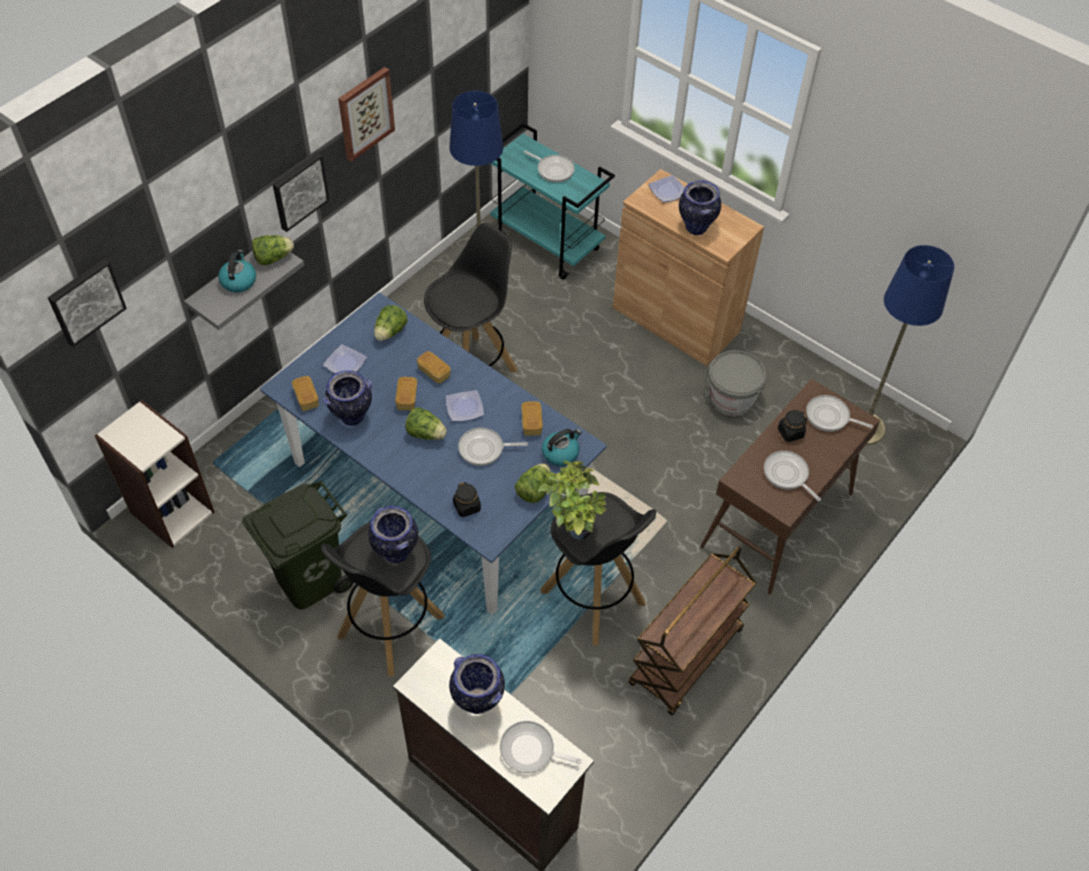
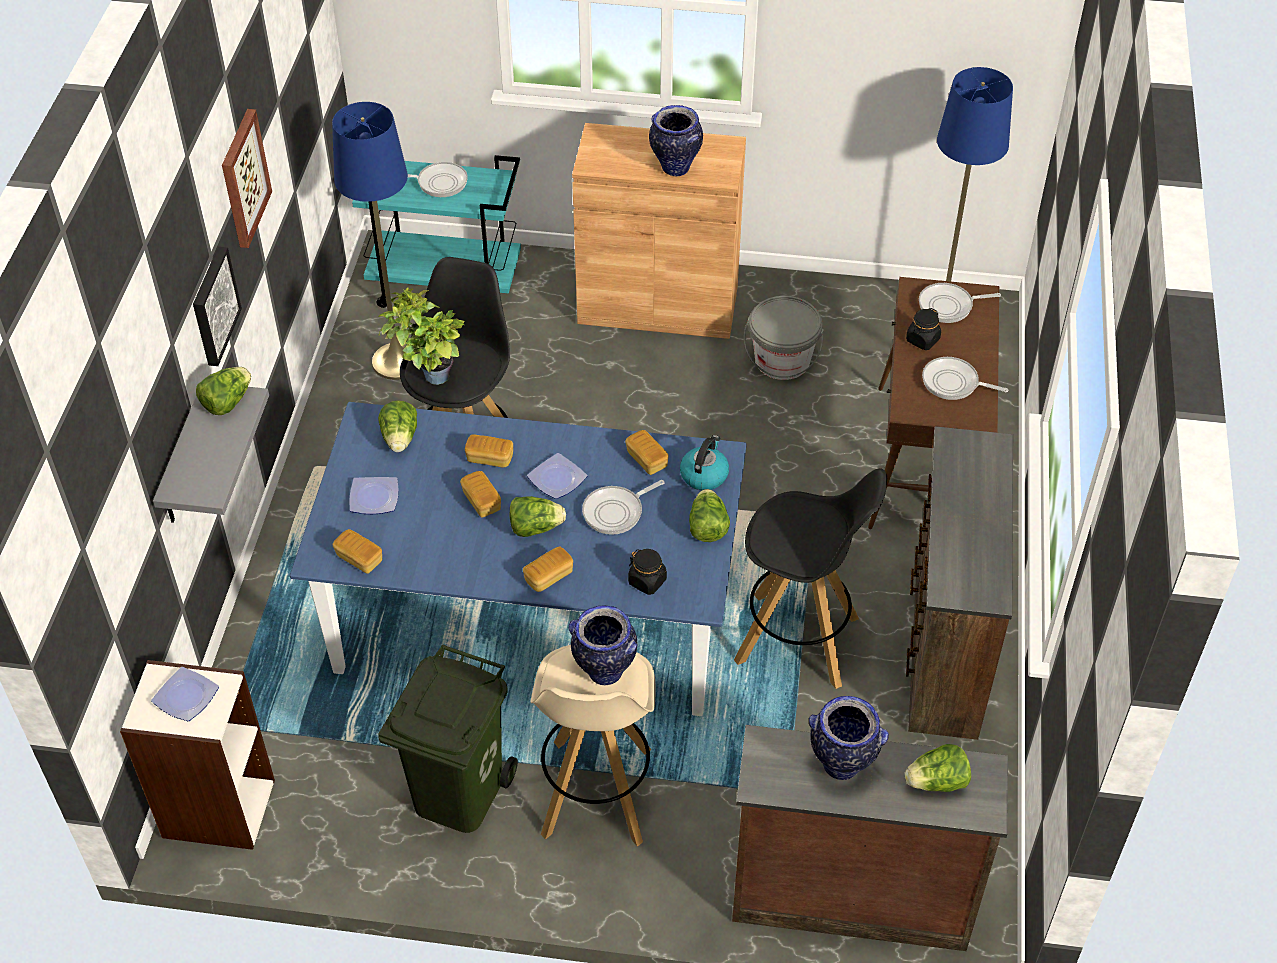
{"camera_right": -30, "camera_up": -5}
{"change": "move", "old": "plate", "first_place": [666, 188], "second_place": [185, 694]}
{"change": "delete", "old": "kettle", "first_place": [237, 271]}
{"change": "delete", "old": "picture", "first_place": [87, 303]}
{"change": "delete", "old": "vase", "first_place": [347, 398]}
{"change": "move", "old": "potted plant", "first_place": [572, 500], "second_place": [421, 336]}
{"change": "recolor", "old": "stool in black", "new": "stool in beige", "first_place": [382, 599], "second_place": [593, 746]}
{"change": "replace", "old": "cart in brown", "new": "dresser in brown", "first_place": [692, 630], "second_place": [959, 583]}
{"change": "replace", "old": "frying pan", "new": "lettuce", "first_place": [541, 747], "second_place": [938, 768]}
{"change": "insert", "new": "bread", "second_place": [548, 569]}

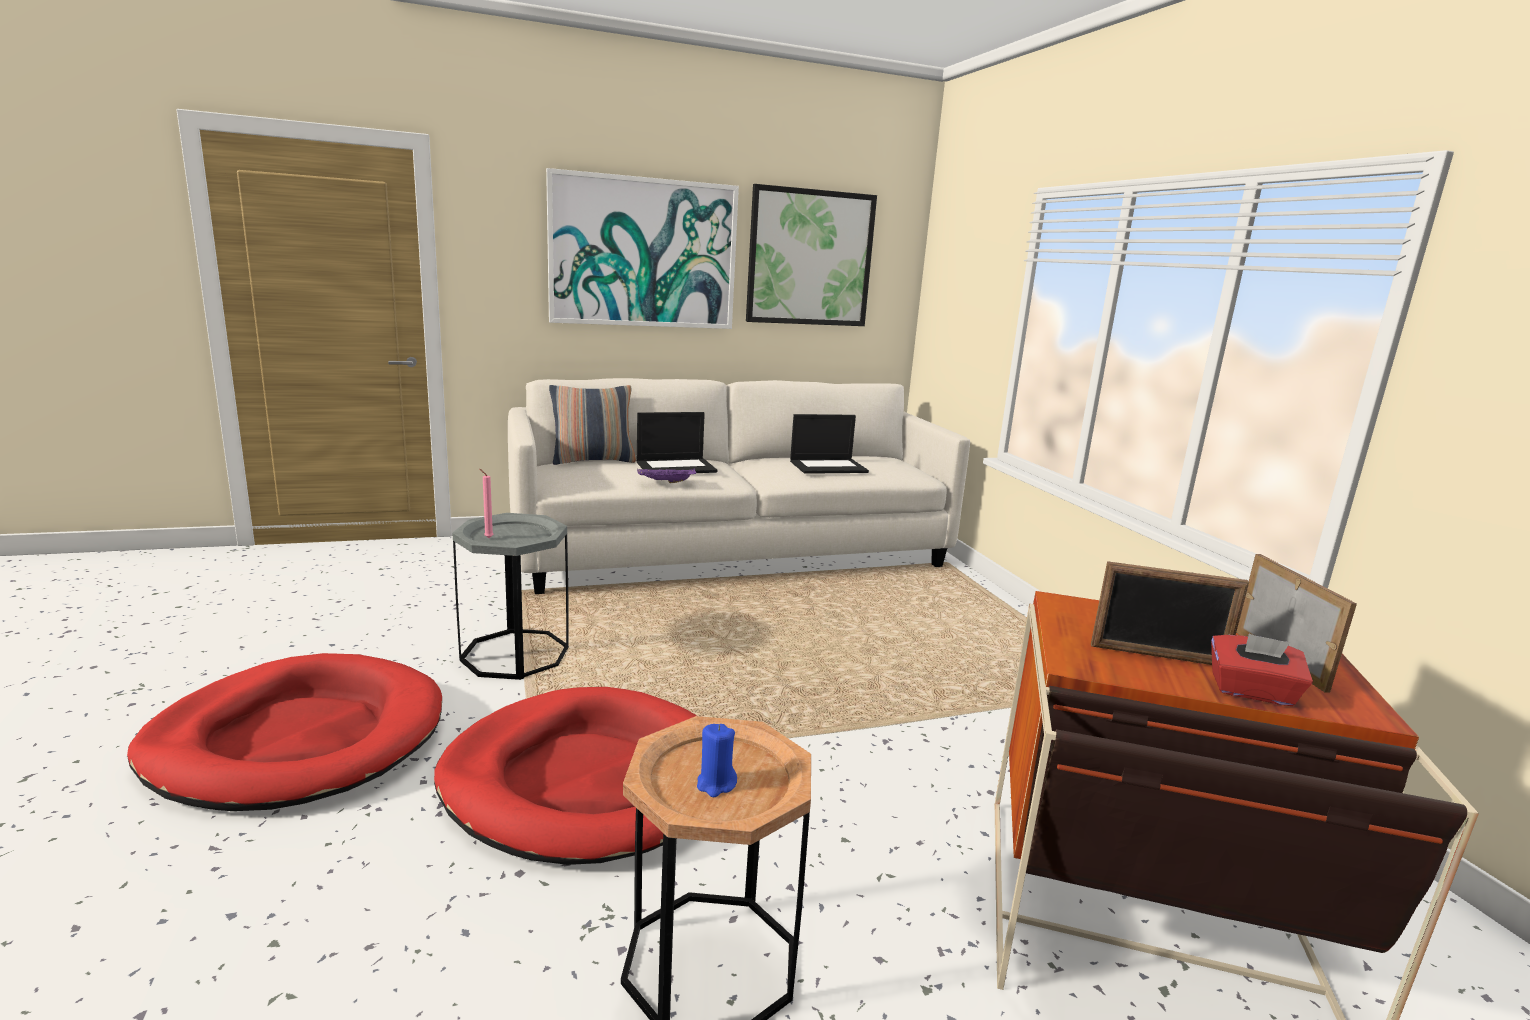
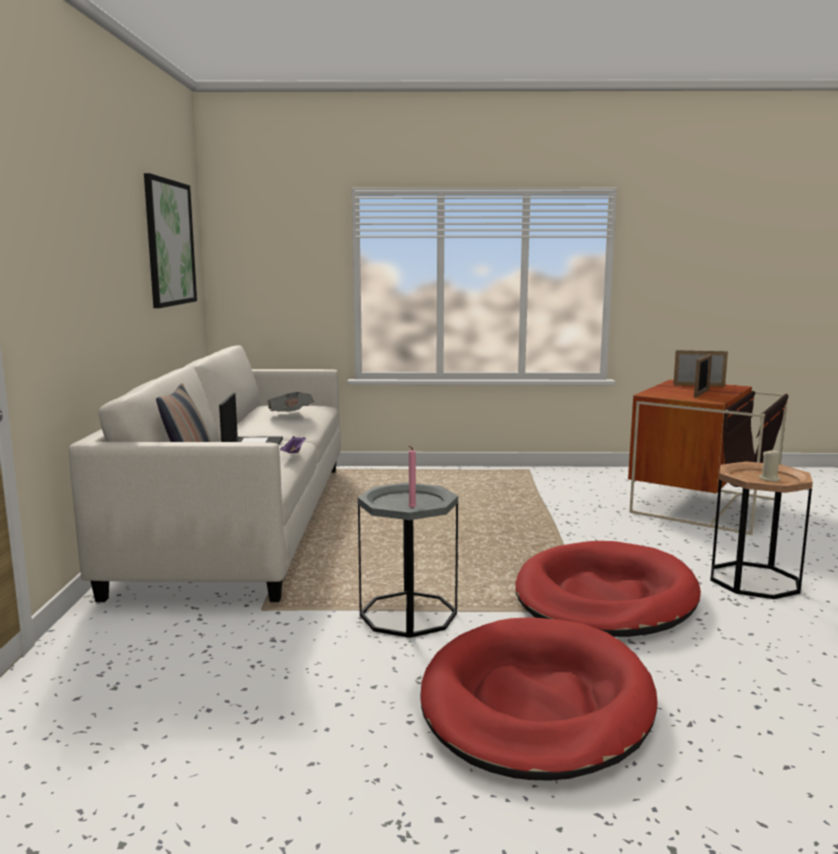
{"camera_right": -70, "camera_up": -5}
{"change": "delete", "old": "picture", "first_place": [642, 248]}
{"change": "replace", "old": "laptop", "new": "newspaper", "first_place": [829, 444], "second_place": [290, 402]}
{"change": "delete", "old": "tissue box in red", "first_place": [1262, 670]}
{"change": "recolor", "old": "candle in blue", "new": "candle in beige", "first_place": [717, 760], "second_place": [770, 465]}

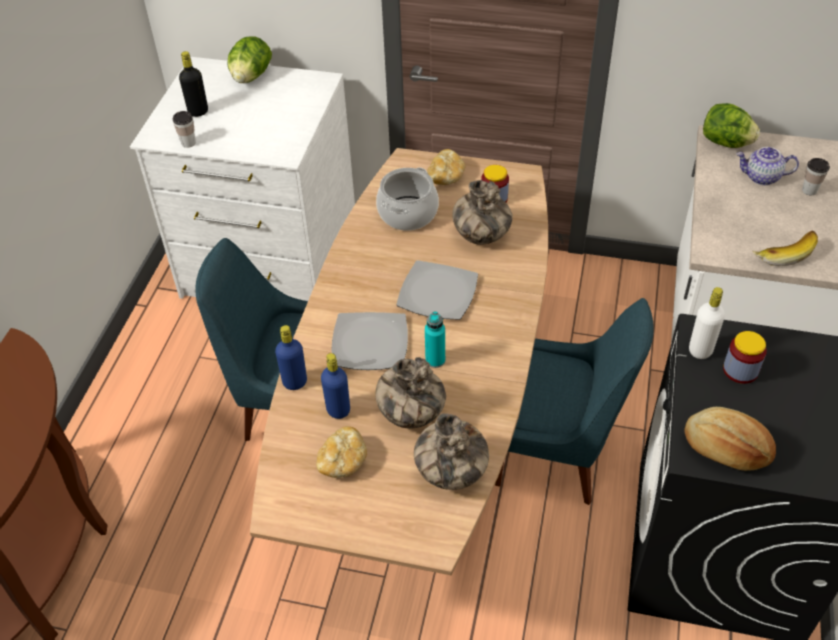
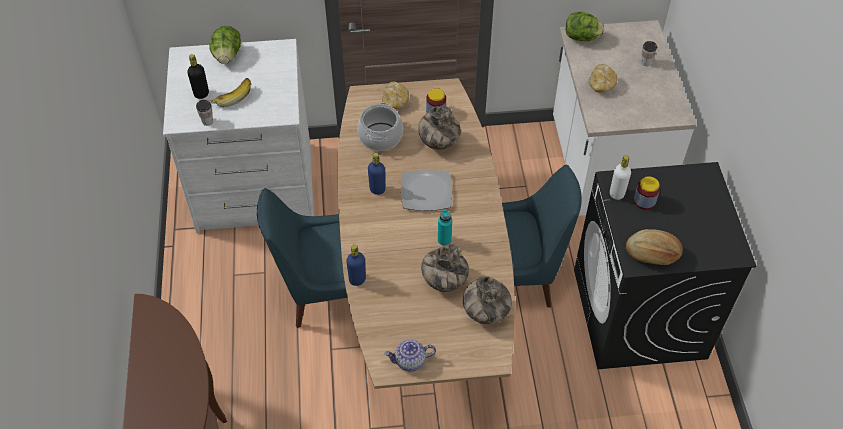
{"camera_right": -20, "camera_up": 5}
{"change": "move", "old": "teapot", "first_place": [767, 166], "second_place": [410, 355]}
{"change": "move", "old": "banana", "first_place": [785, 248], "second_place": [230, 92]}
{"change": "delete", "old": "plate", "first_place": [370, 341]}
{"change": "move", "old": "bottle in blue", "first_place": [335, 386], "second_place": [376, 174]}
{"change": "move", "old": "bread", "first_place": [341, 452], "second_place": [603, 78]}

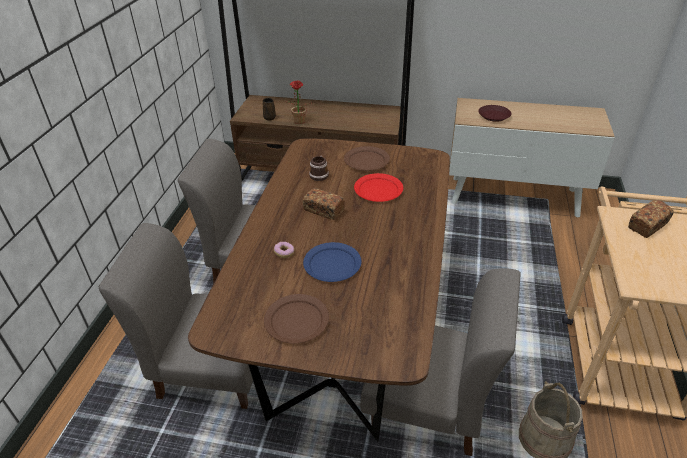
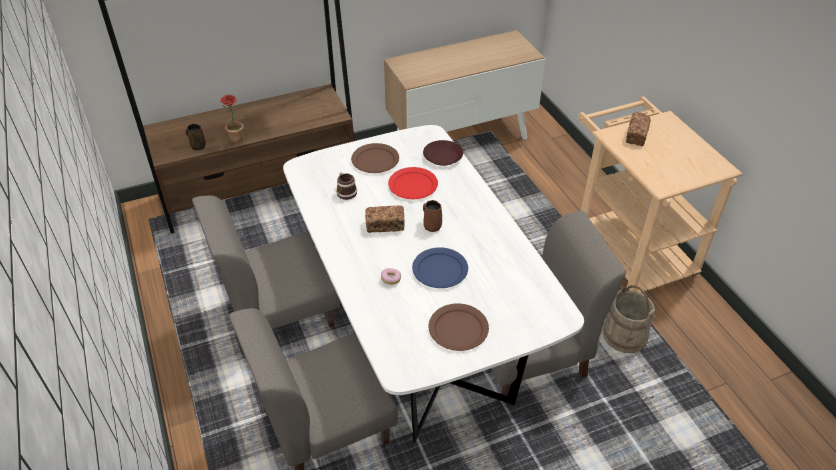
{"camera_right": -35, "camera_up": 5}
{"change": "move", "old": "plate in brown", "first_place": [494, 113], "second_place": [443, 153]}
{"change": "recolor", "old": "dining table in brown", "new": "dining table in white", "first_place": [319, 289], "second_place": [433, 284]}
{"change": "insert", "new": "mug in brown", "second_place": [432, 216]}

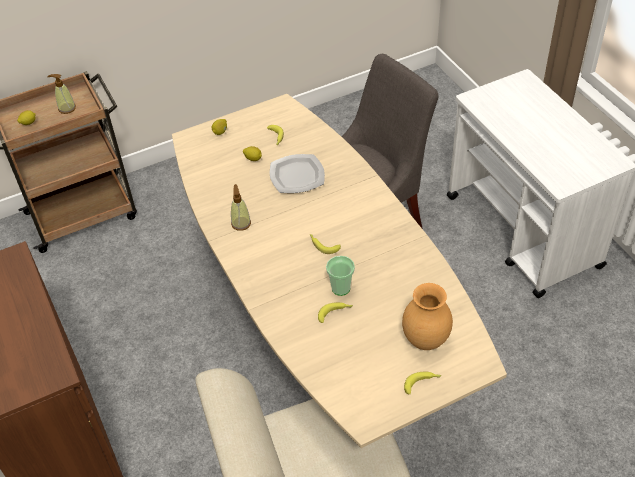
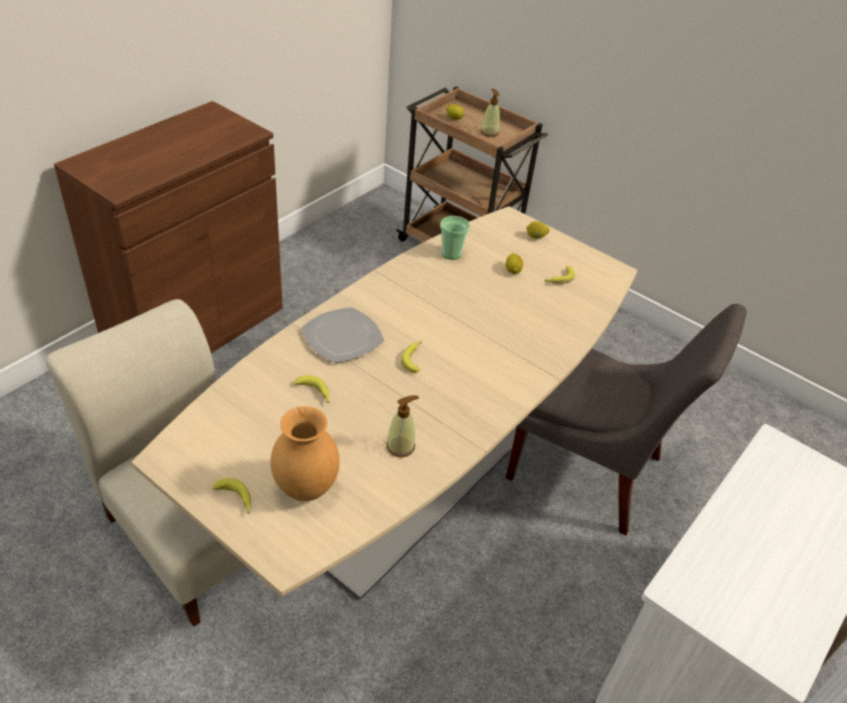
{"camera_right": 60, "camera_up": -5}
{"change": "move", "old": "plate", "first_place": [297, 173], "second_place": [342, 335]}
{"change": "move", "old": "soap dispenser", "first_place": [241, 207], "second_place": [402, 426]}
{"change": "move", "old": "cup", "first_place": [340, 276], "second_place": [455, 238]}

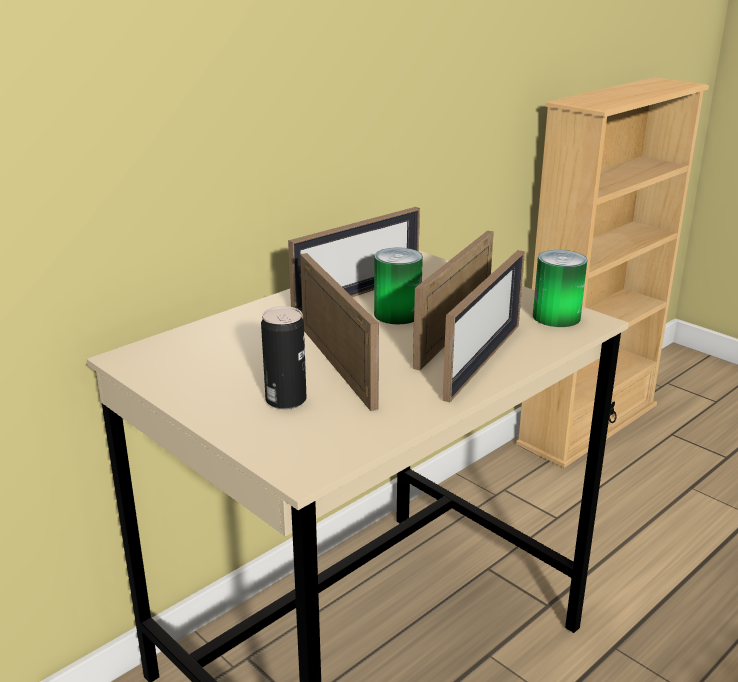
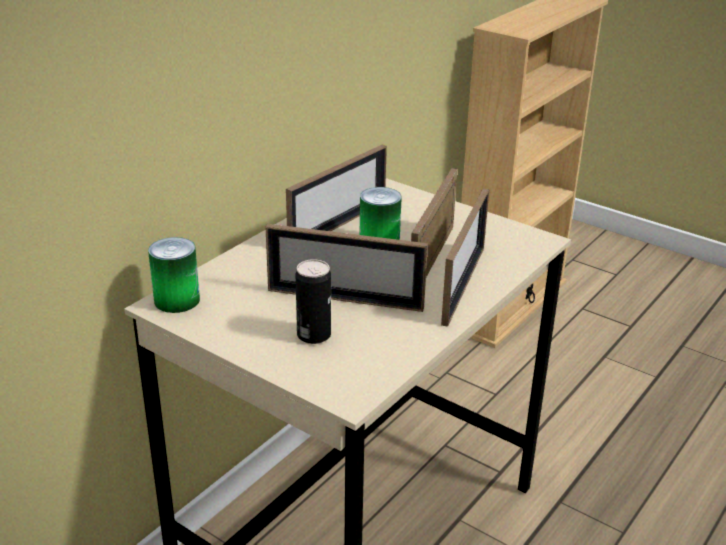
{"camera_right": -10, "camera_up": 5}
{"change": "move", "old": "can", "first_place": [560, 288], "second_place": [174, 275]}
{"change": "rotate", "old": "picture frame", "first_place": [339, 332], "second_place": [346, 268], "degrees": 135}

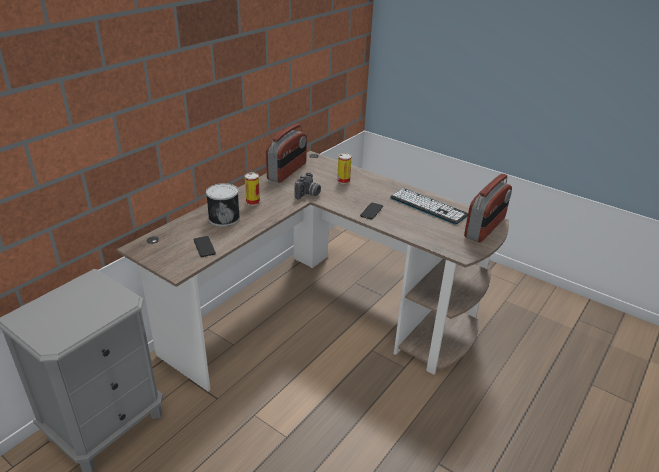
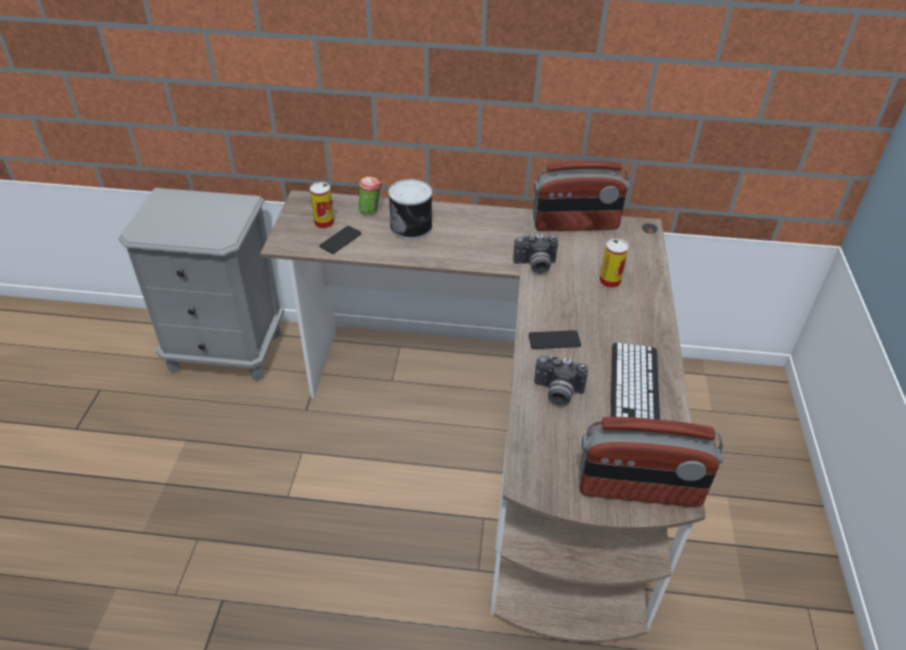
{"camera_right": 60, "camera_up": 10}
{"change": "move", "old": "can", "first_place": [252, 189], "second_place": [322, 206]}
{"change": "insert", "new": "cup", "second_place": [370, 195]}
{"change": "insert", "new": "photo camera", "second_place": [561, 381]}

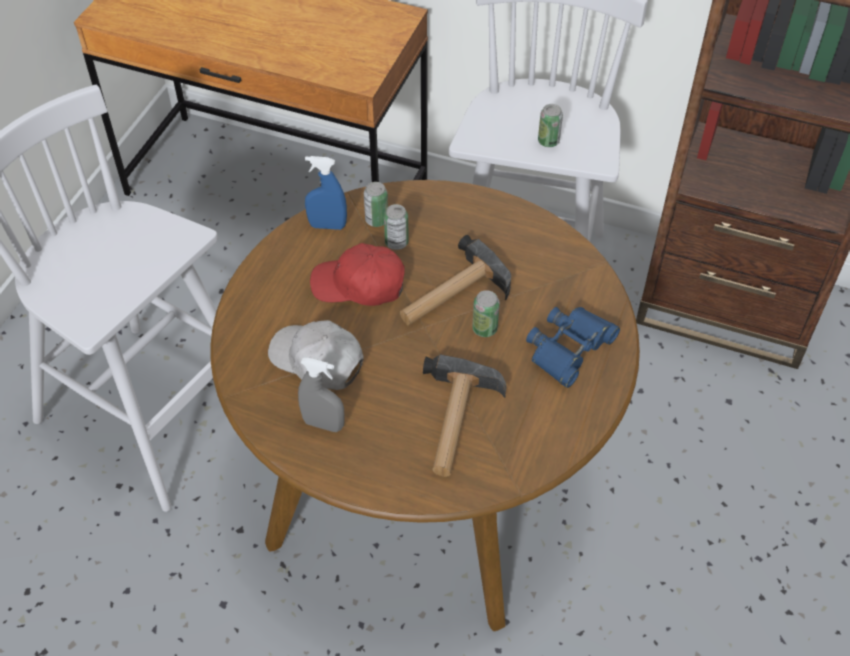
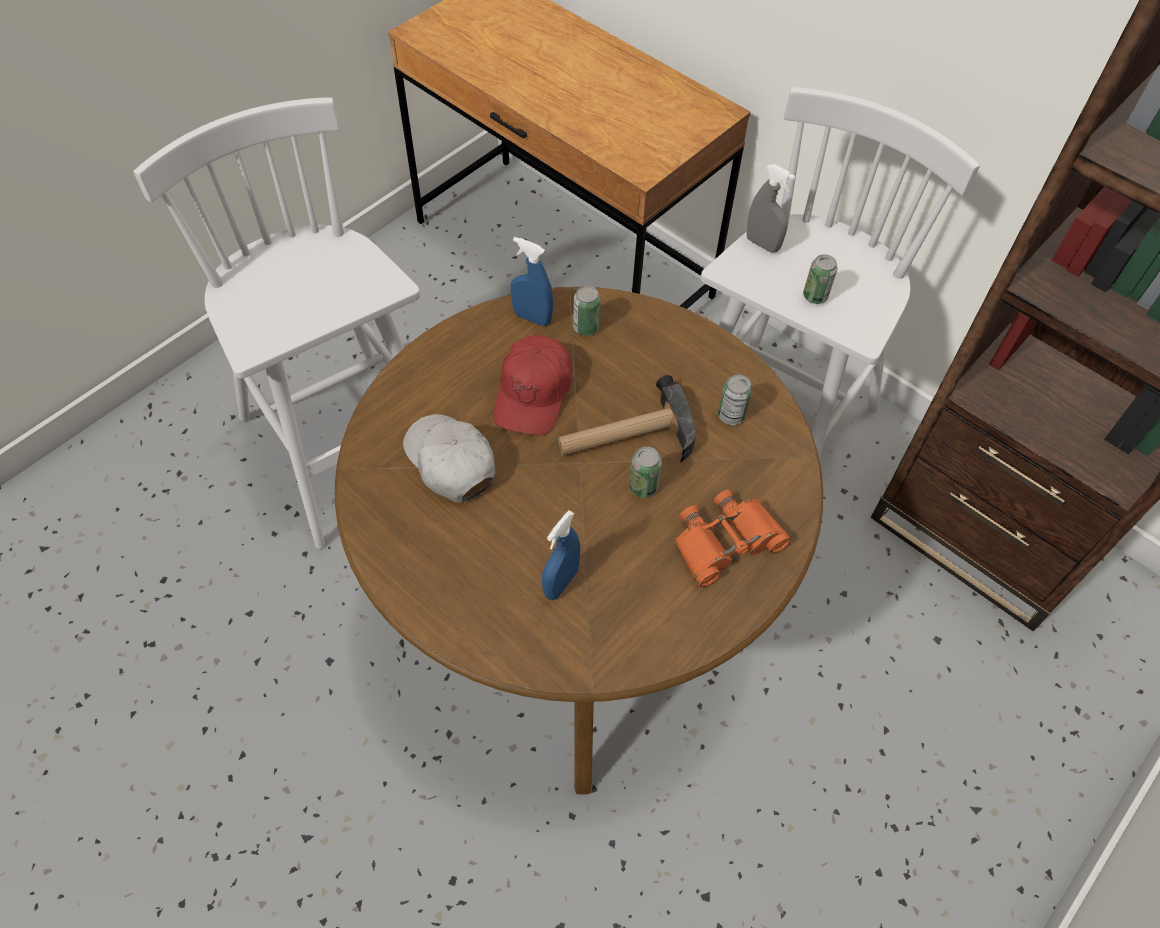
{"camera_right": 20, "camera_up": 5}
{"change": "move", "old": "can", "first_place": [396, 227], "second_place": [735, 399]}
{"change": "rotate", "old": "cap in red", "first_place": [357, 274], "second_place": [532, 385], "degrees": -105}
{"change": "recolor", "old": "binoculars in blue", "new": "binoculars in orange", "first_place": [573, 347], "second_place": [733, 538]}
{"change": "replace", "old": "hammer", "new": "spray bottle in blue", "first_place": [464, 416], "second_place": [561, 555]}
{"change": "move", "old": "spray bottle in grey", "first_place": [321, 395], "second_place": [771, 208]}

